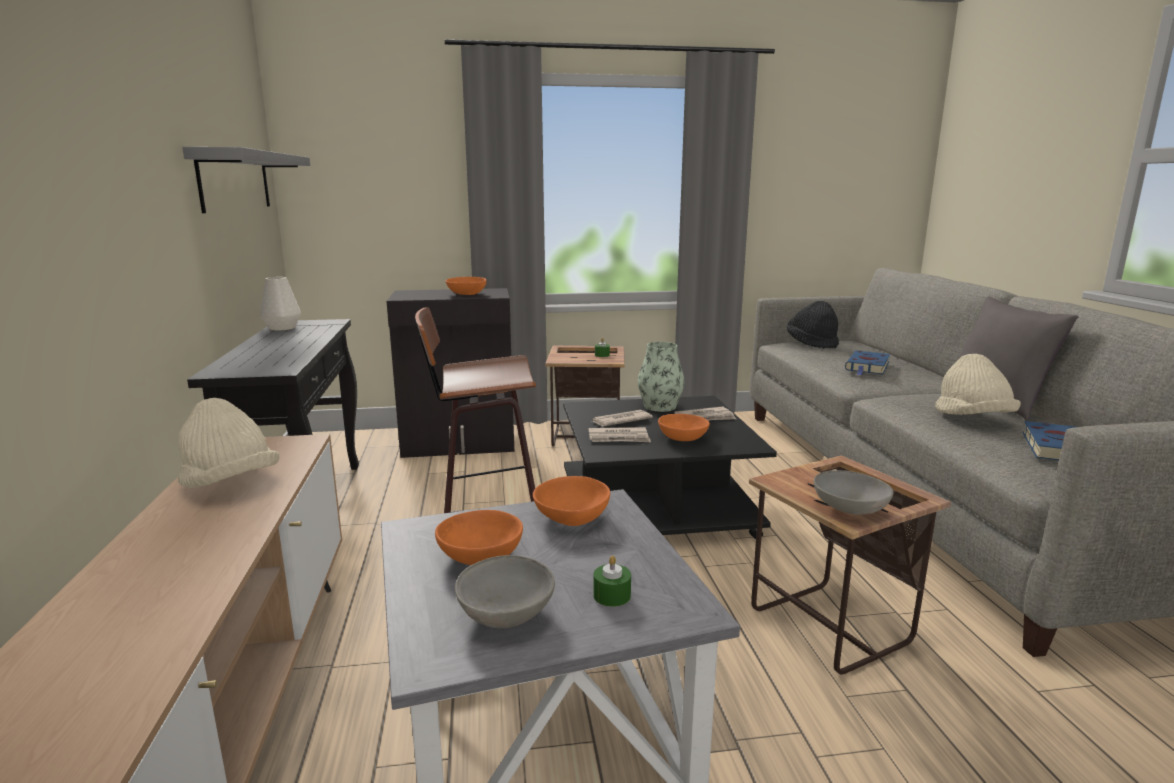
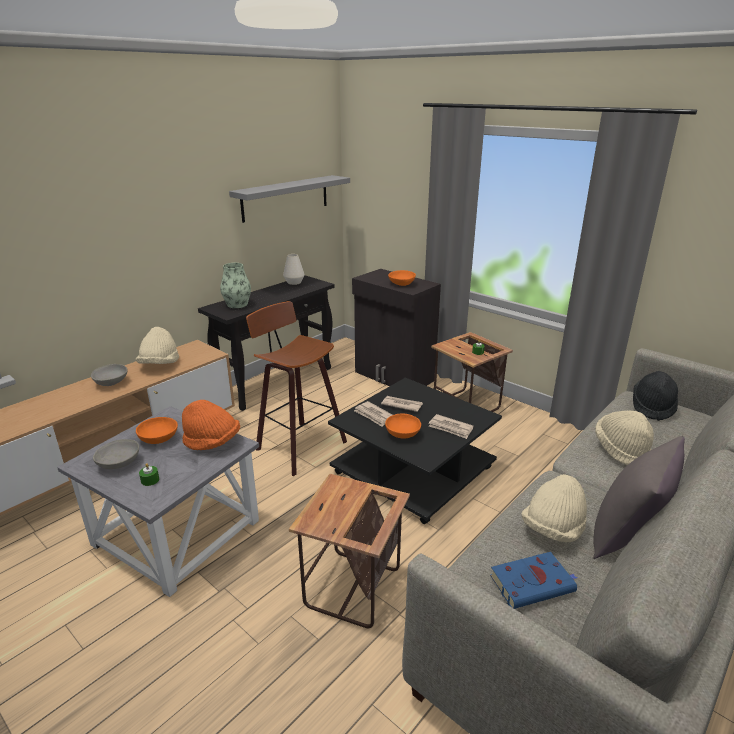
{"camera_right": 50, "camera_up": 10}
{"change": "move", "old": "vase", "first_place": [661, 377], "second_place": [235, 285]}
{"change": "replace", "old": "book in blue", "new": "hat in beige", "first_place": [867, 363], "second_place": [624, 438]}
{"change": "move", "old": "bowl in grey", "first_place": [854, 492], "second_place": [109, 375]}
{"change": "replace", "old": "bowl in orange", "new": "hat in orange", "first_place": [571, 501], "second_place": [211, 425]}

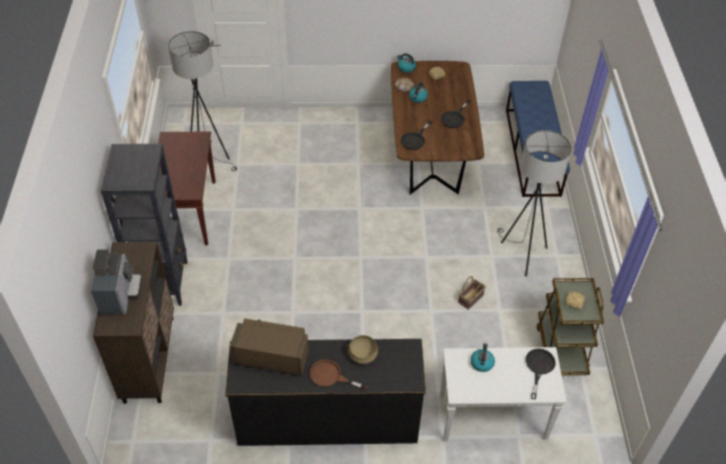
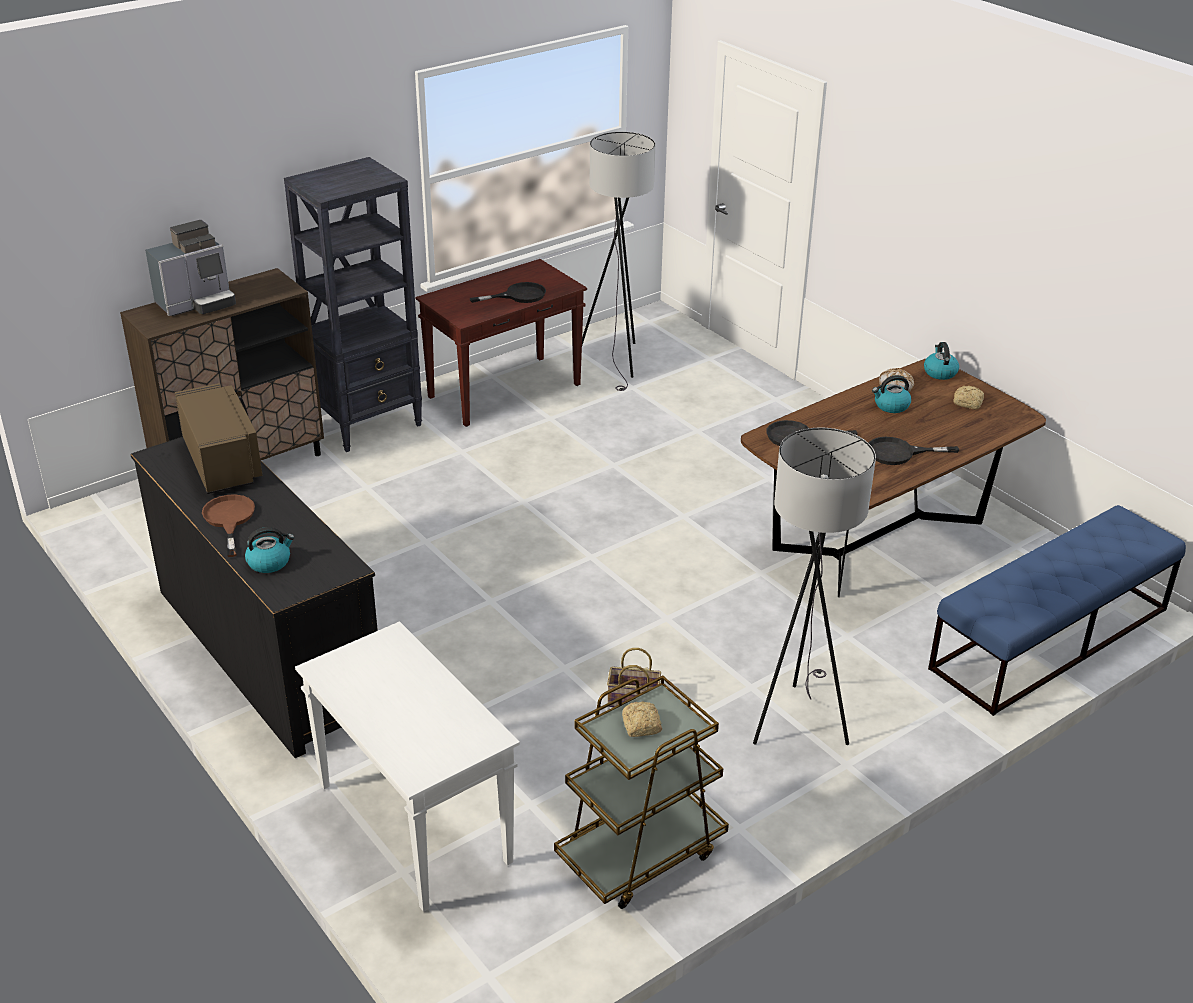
{"camera_right": 55, "camera_up": -15}
{"change": "delete", "old": "cooking pot in beige", "first_place": [363, 349]}
{"change": "move", "old": "kettle", "first_place": [483, 357], "second_place": [270, 550]}
{"change": "move", "old": "frying pan in black", "first_place": [541, 373], "second_place": [508, 292]}

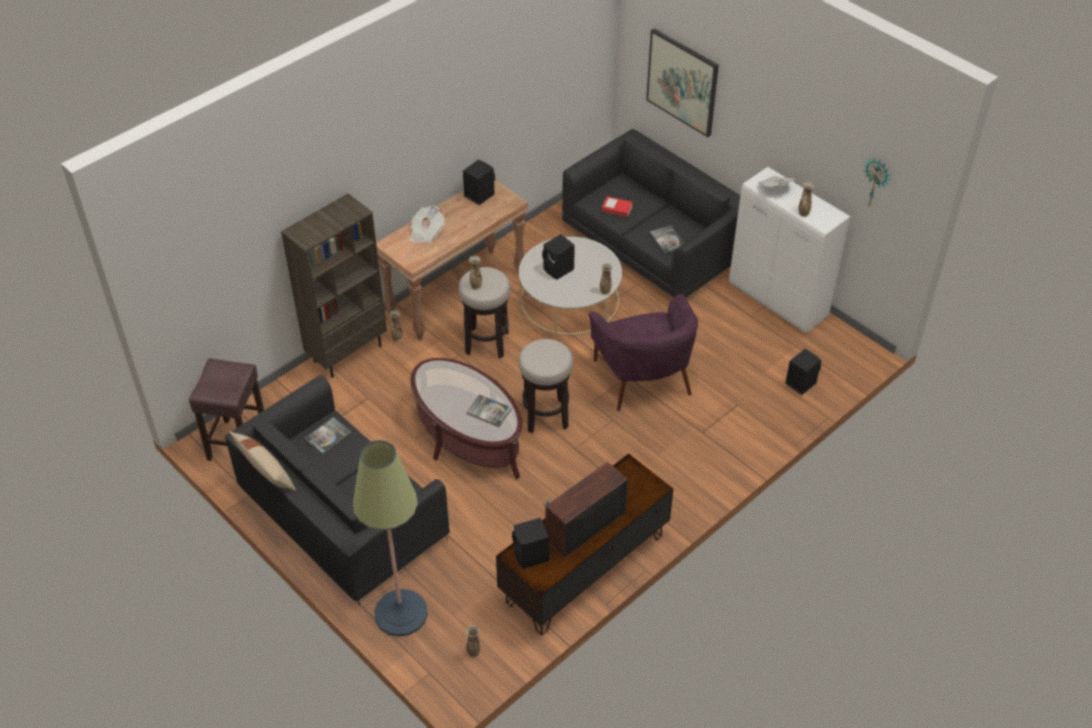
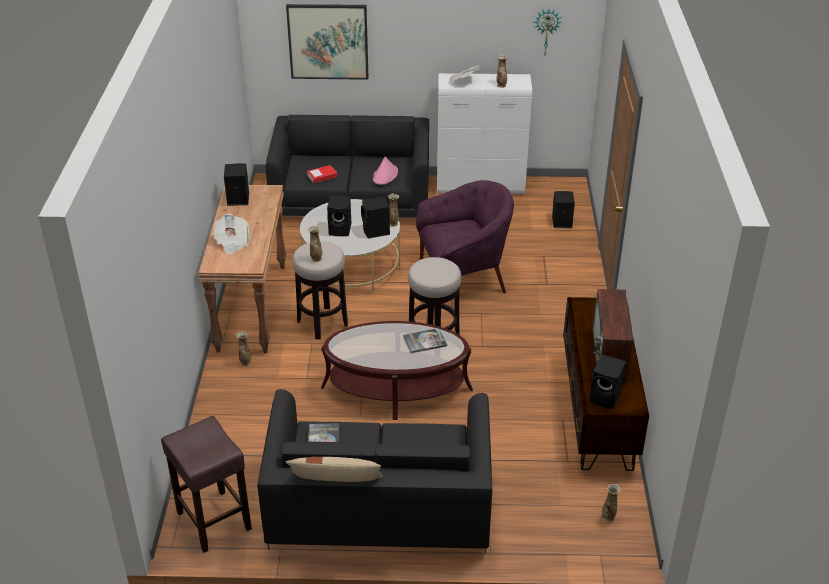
{"camera_right": -45, "camera_up": -10}
{"change": "delete", "old": "bookcase in brown", "first_place": [334, 286]}
{"change": "replace", "old": "book", "new": "hat in pink", "first_place": [667, 239], "second_place": [385, 171]}
{"change": "rotate", "old": "armchair in purple", "first_place": [643, 352], "second_place": [465, 242], "degrees": -45}
{"change": "delete", "old": "floor lamp", "first_place": [390, 538]}
{"change": "insert", "new": "speaker in black", "second_place": [375, 217]}

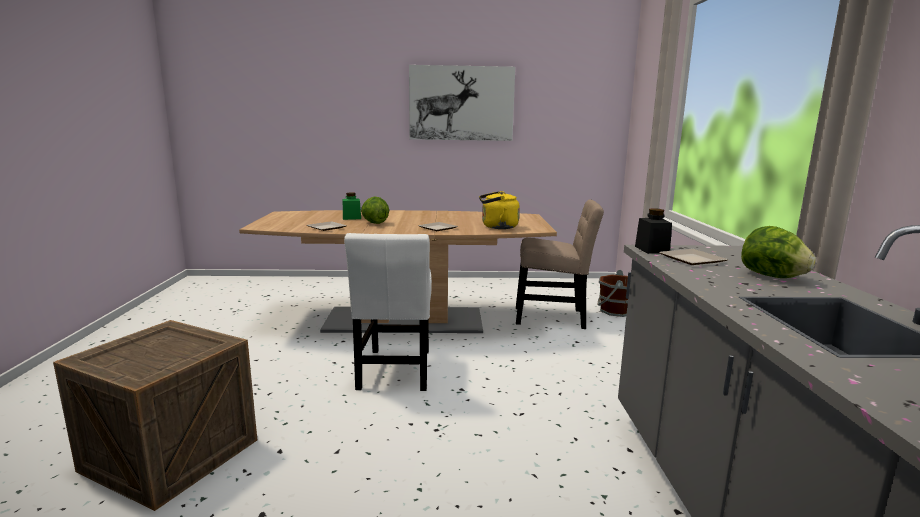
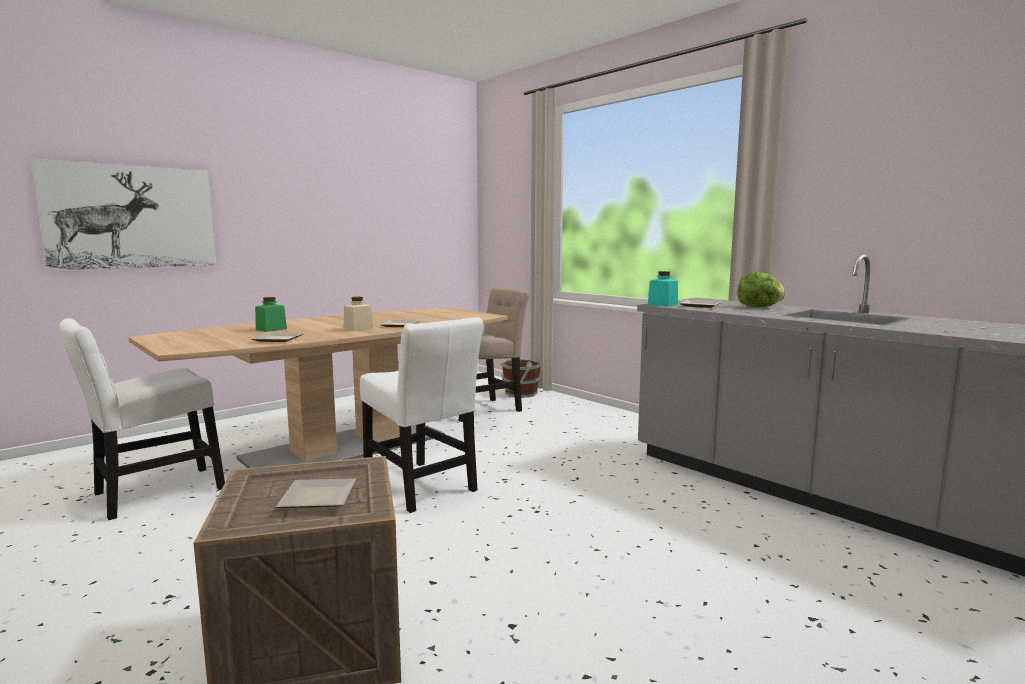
{"camera_right": -40, "camera_up": -5}
{"change": "move", "old": "picture", "first_place": [462, 103], "second_place": [123, 215]}
{"change": "delete", "old": "kettle in yellow", "first_place": [499, 210]}
{"change": "delete", "old": "lettuce", "first_place": [375, 210]}
{"change": "recolor", "old": "jar in black", "new": "jar in turquoise", "first_place": [653, 231], "second_place": [663, 289]}
{"change": "insert", "new": "jar in beige", "second_place": [358, 314]}
{"change": "insert", "new": "chair in white", "second_place": [142, 419]}
{"change": "insert", "new": "plate", "second_place": [316, 493]}

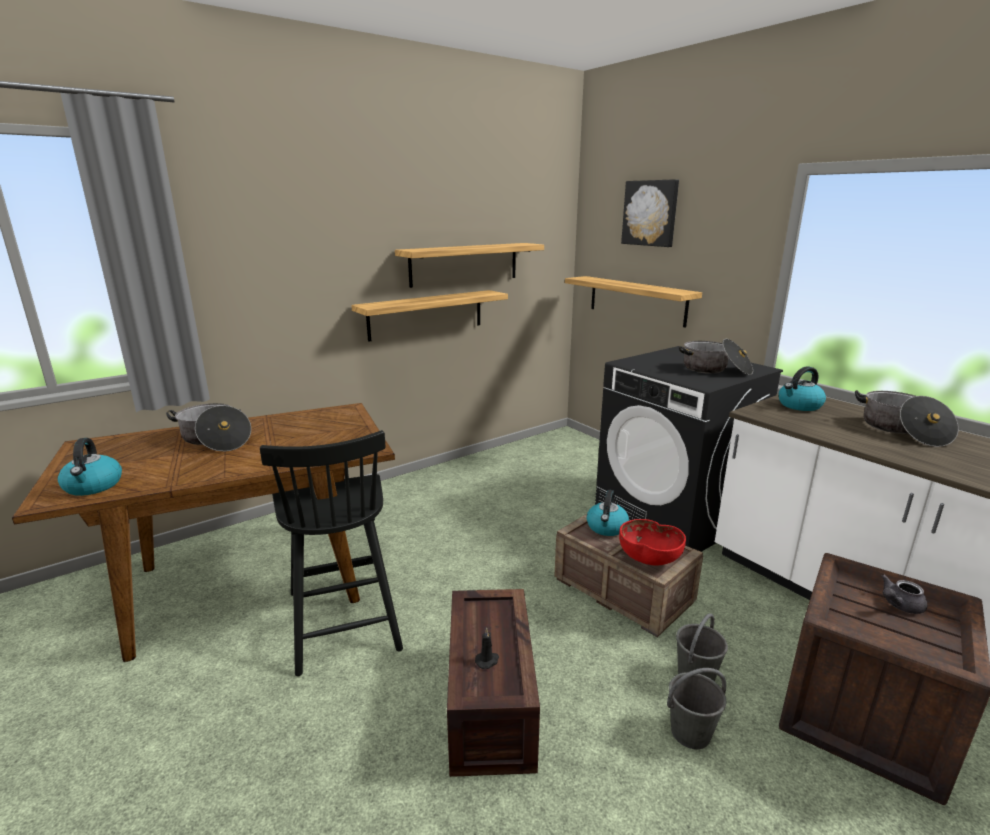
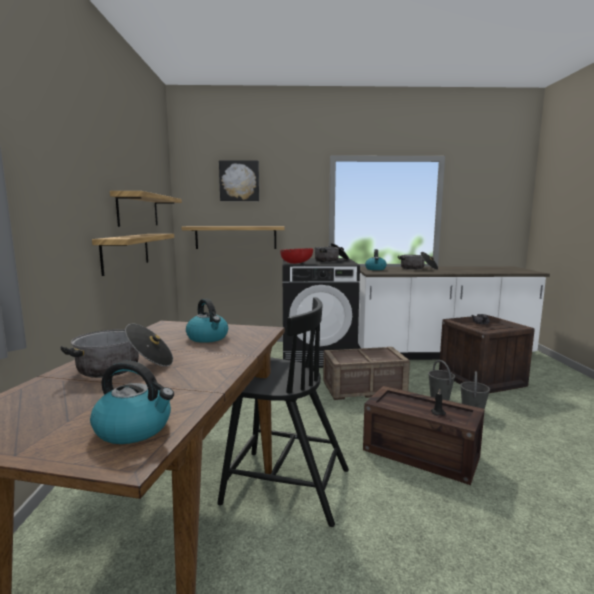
{"camera_right": -55, "camera_up": -10}
{"change": "move", "old": "kettle", "first_place": [608, 513], "second_place": [207, 321]}
{"change": "move", "old": "bowl in red", "first_place": [652, 542], "second_place": [296, 256]}

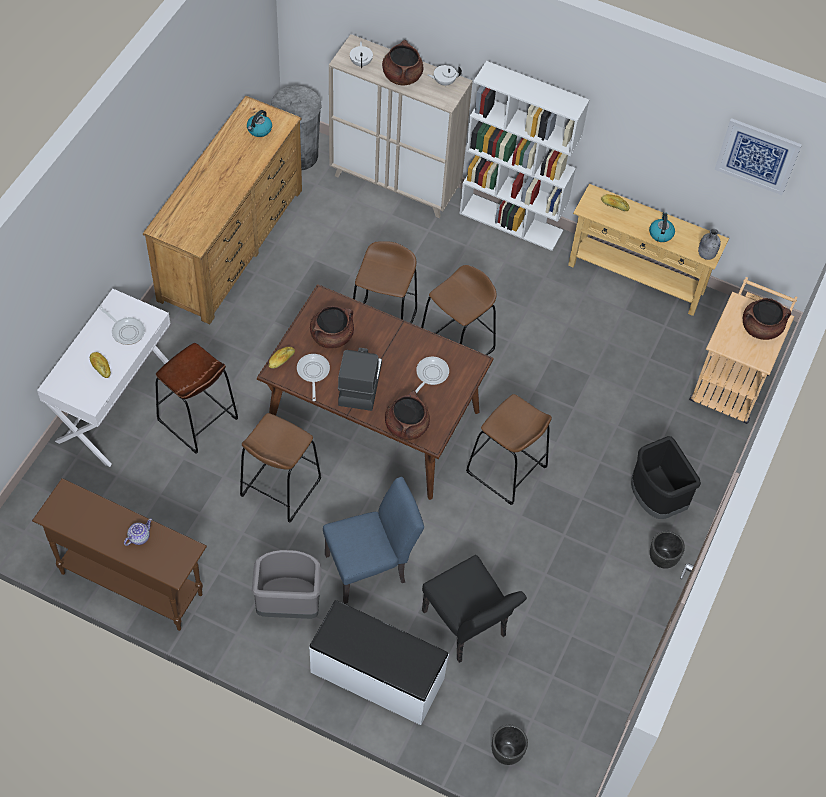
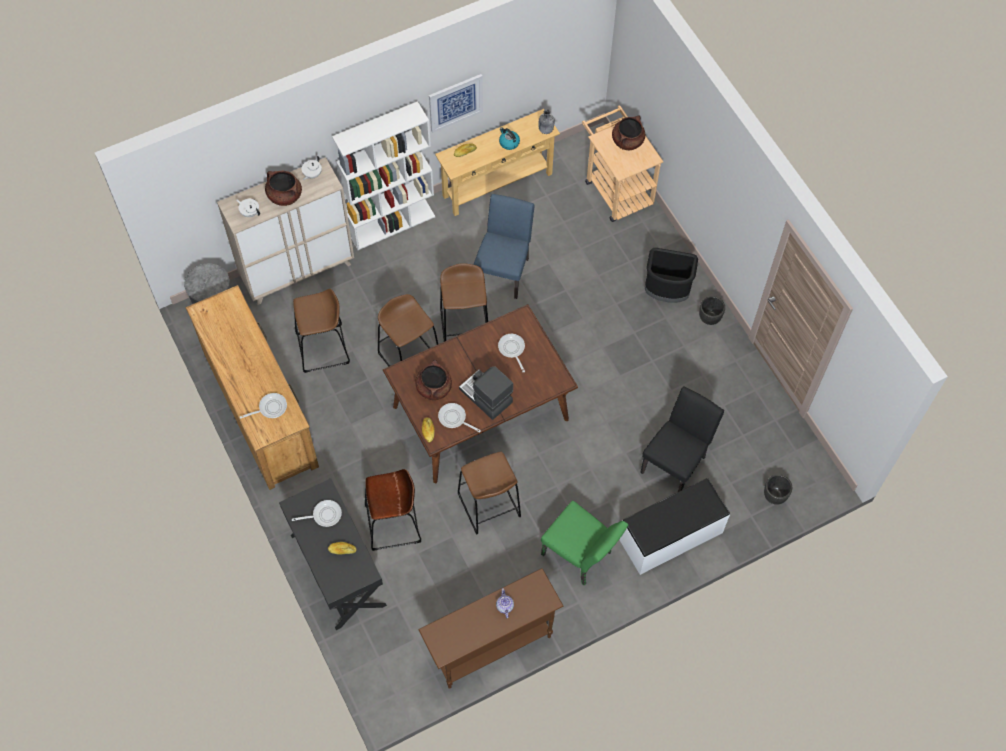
{"camera_right": -50, "camera_up": 5}
{"change": "delete", "old": "kettle", "first_place": [259, 123]}
{"change": "move", "old": "picture", "first_place": [758, 156], "second_place": [456, 103]}
{"change": "recolor", "old": "desk in white", "new": "desk in black", "first_place": [104, 378], "second_place": [333, 554]}
{"change": "delete", "old": "cooking pot in brown", "first_place": [407, 415]}
{"change": "move", "old": "stool in brown", "first_place": [509, 449], "second_place": [321, 331]}
{"change": "move", "old": "chair in blue", "first_place": [373, 540], "second_place": [504, 246]}
{"change": "replace", "old": "trash can in grey", "new": "chair in green", "first_place": [287, 584], "second_place": [584, 543]}
{"change": "rotate", "old": "chair in black", "first_place": [474, 609], "second_place": [682, 439], "degrees": -60}
{"change": "insert", "new": "frying pan", "second_place": [263, 406]}

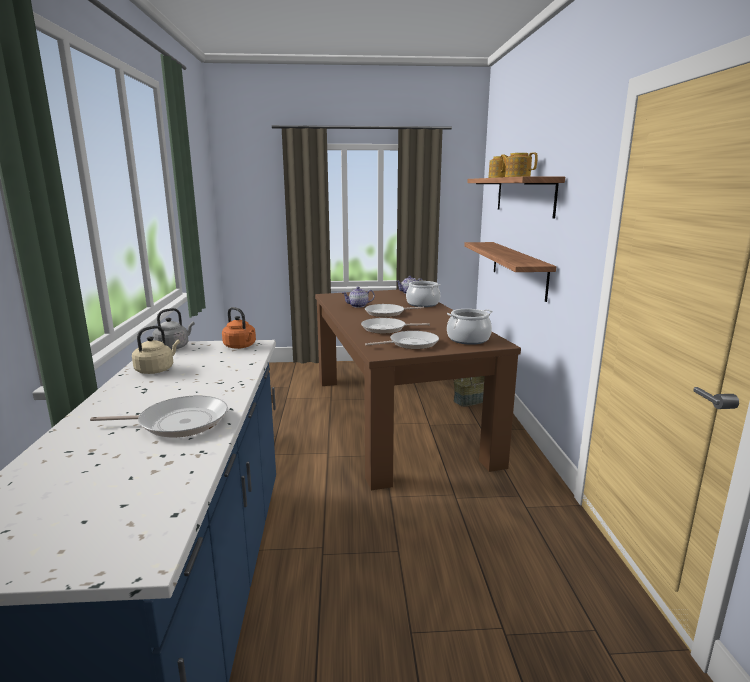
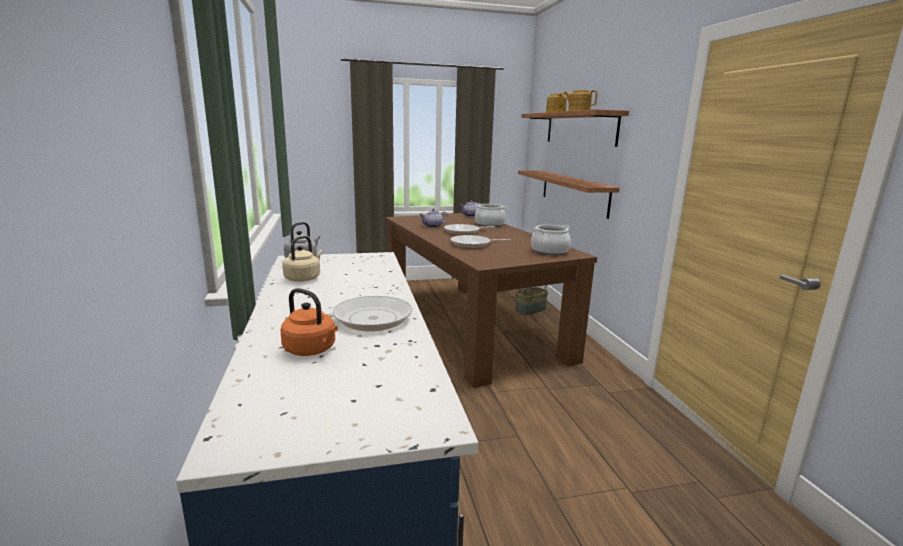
{"camera_right": -10, "camera_up": 0}
{"change": "move", "old": "kettle in orange", "first_place": [239, 328], "second_place": [309, 322]}
{"change": "delete", "old": "frying pan", "first_place": [402, 340]}

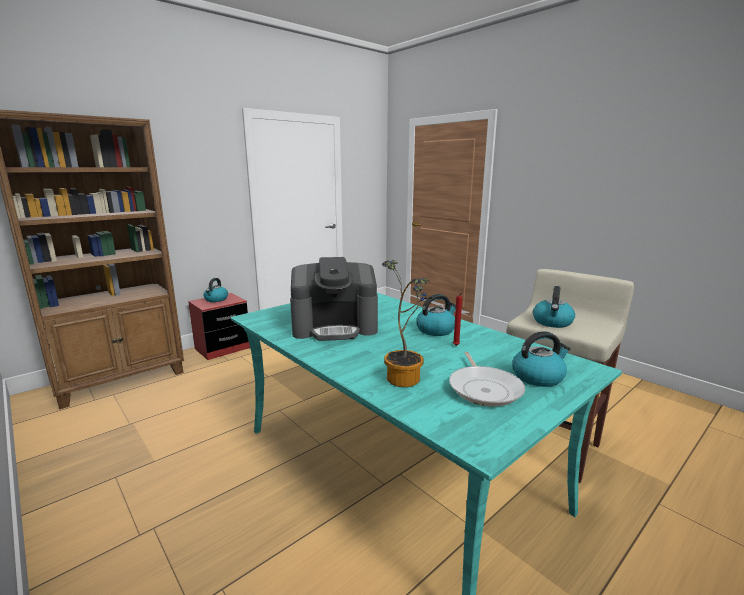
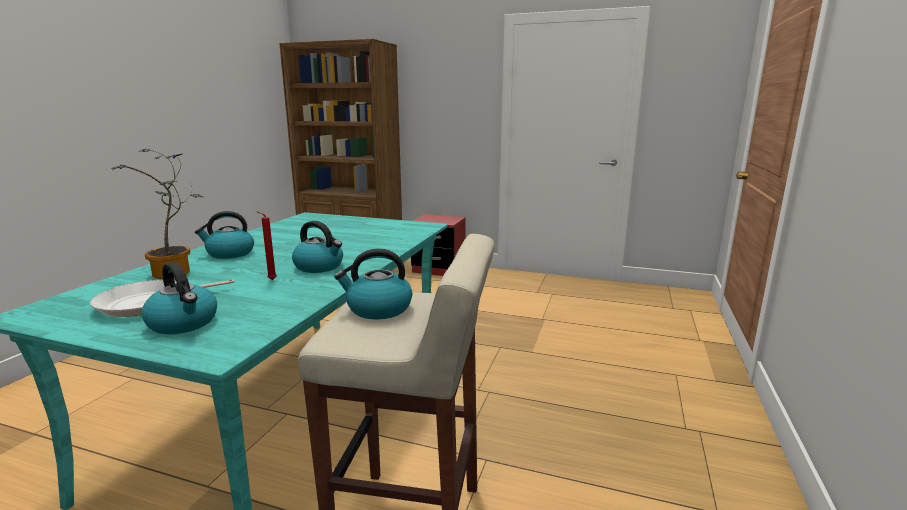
{"camera_right": 60, "camera_up": 0}
{"change": "delete", "old": "coffee machine", "first_place": [334, 299]}
{"change": "move", "old": "kettle", "first_place": [215, 290], "second_place": [224, 235]}

